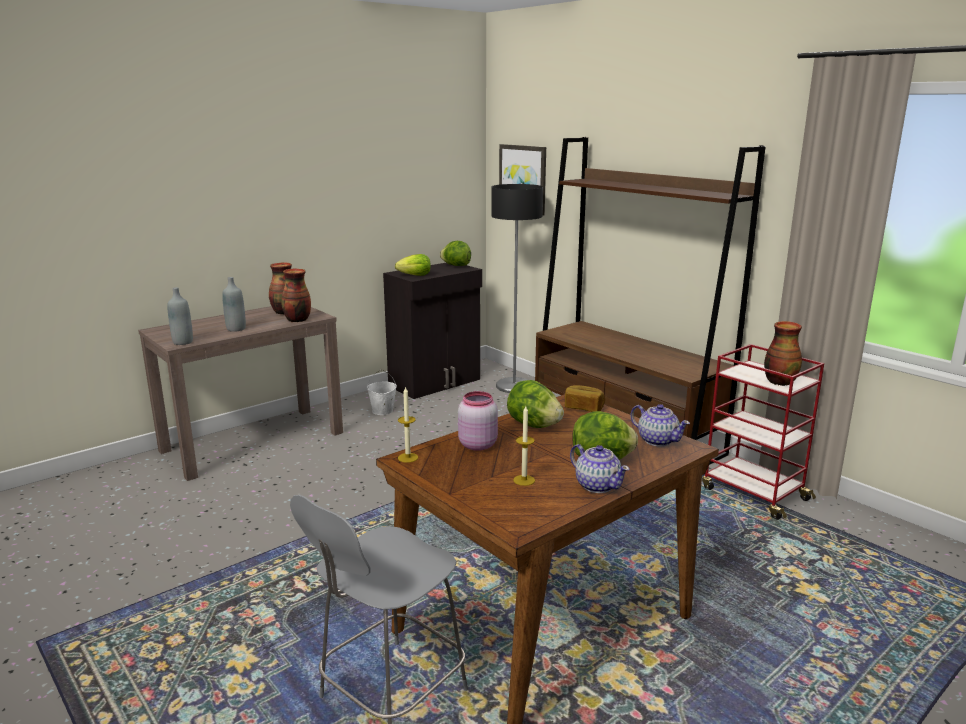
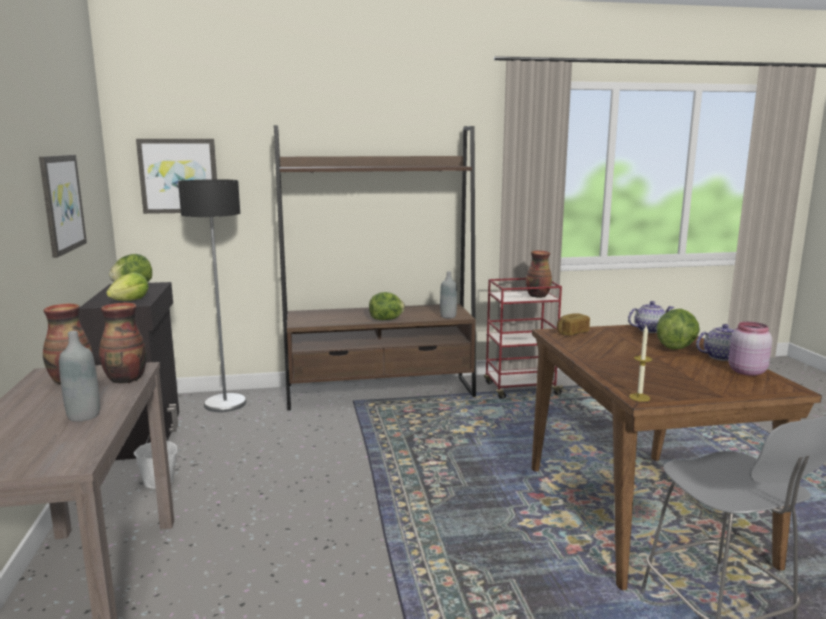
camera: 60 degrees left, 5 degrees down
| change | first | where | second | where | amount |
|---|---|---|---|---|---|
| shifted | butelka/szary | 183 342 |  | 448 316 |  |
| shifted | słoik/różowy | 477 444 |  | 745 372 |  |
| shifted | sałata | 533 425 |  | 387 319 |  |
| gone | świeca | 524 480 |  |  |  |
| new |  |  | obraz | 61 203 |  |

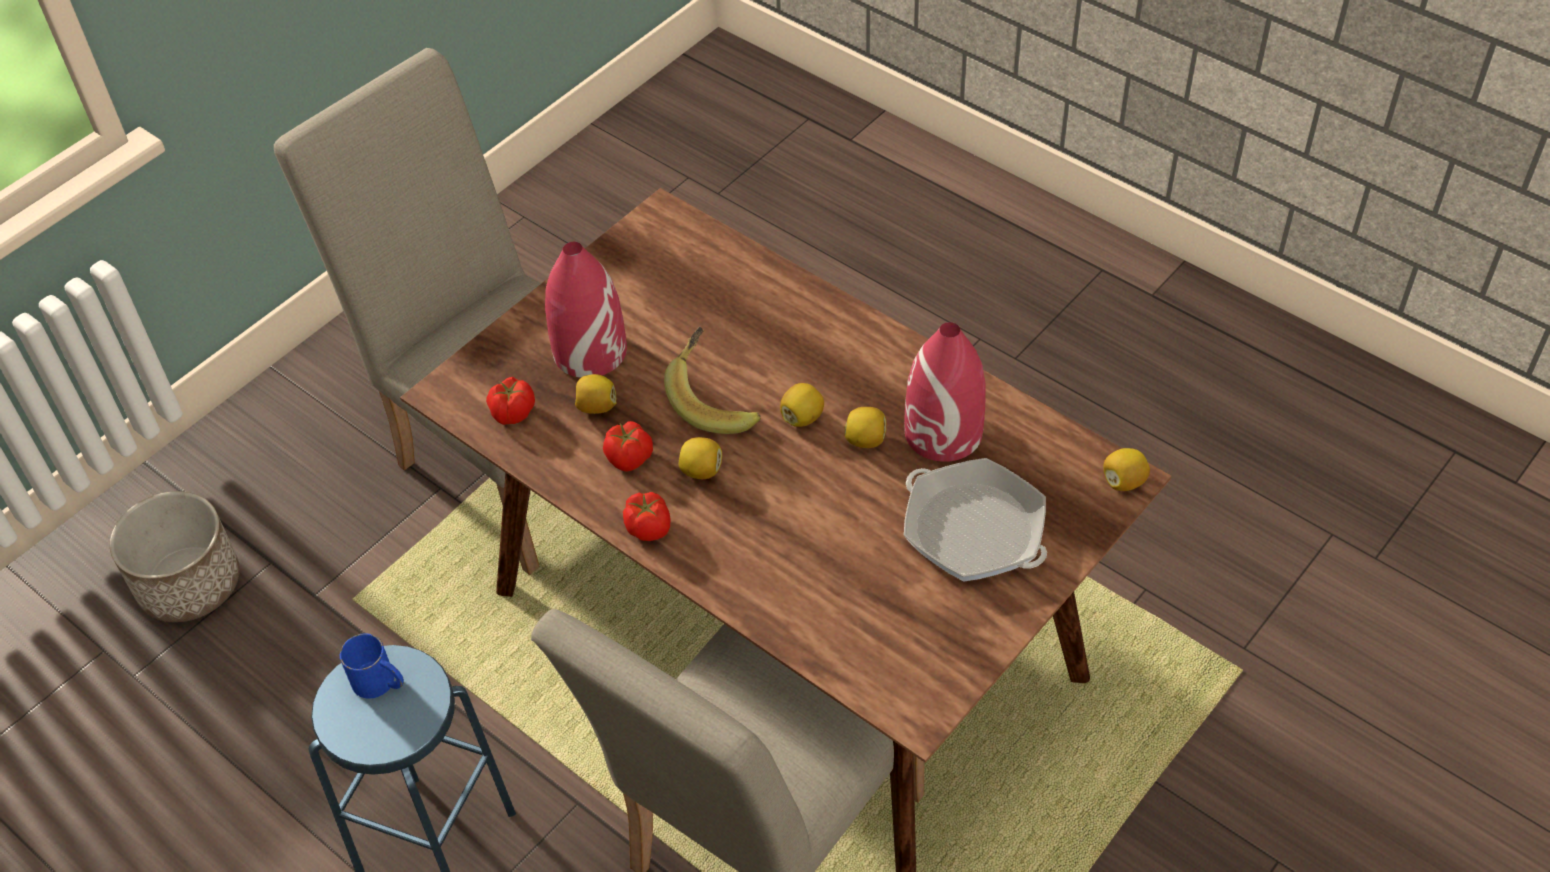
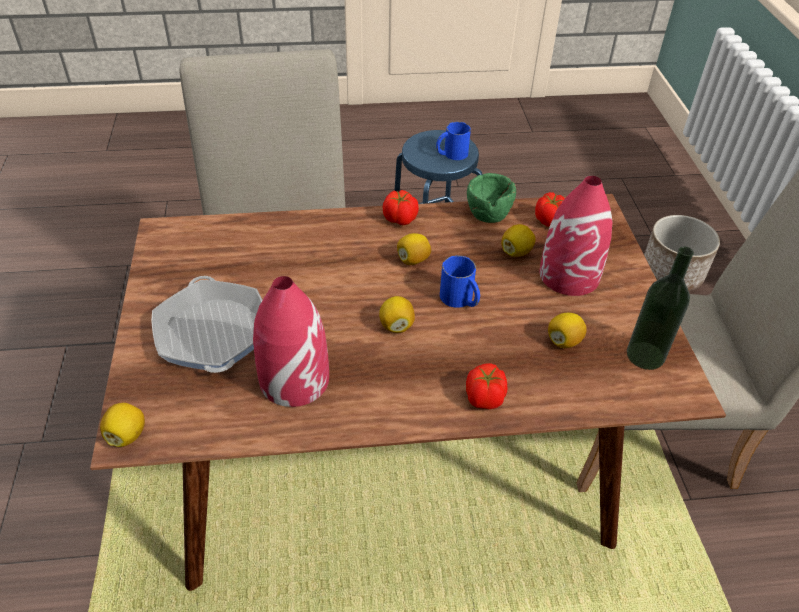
camera: 130 degrees right, 5 degrees down
| change | first | where | second | where | amount |
|---|---|---|---|---|---|
| shifted | pomidor | 630 458 |  | 484 398 |  |
| swapped | banan | 715 399 | kubek/niebieski | 460 300 |  |
| shifted | cytryna | 866 440 |  | 563 341 |  |
| rotated | patelnia | 973 530 |  | 212 333 | 75 degrees clockwise |
| new |  |  | miska/zielony | 488 213 |  |
| new |  |  | butelka | 645 355 |  |

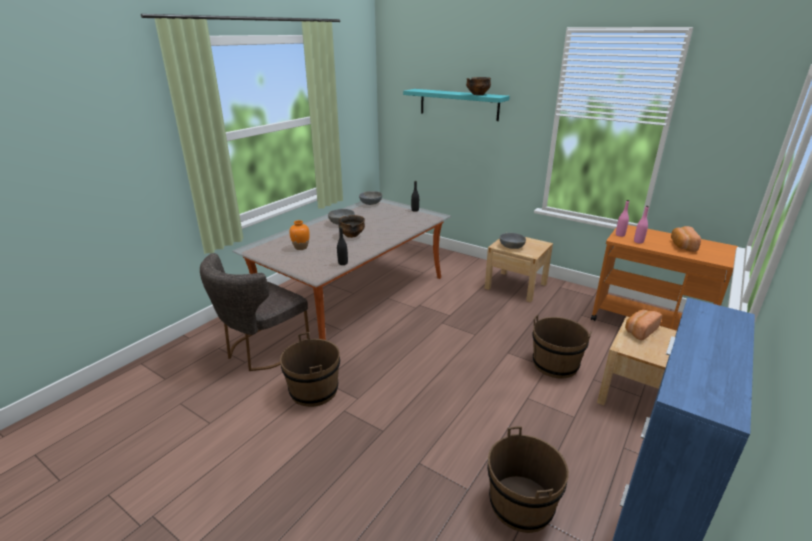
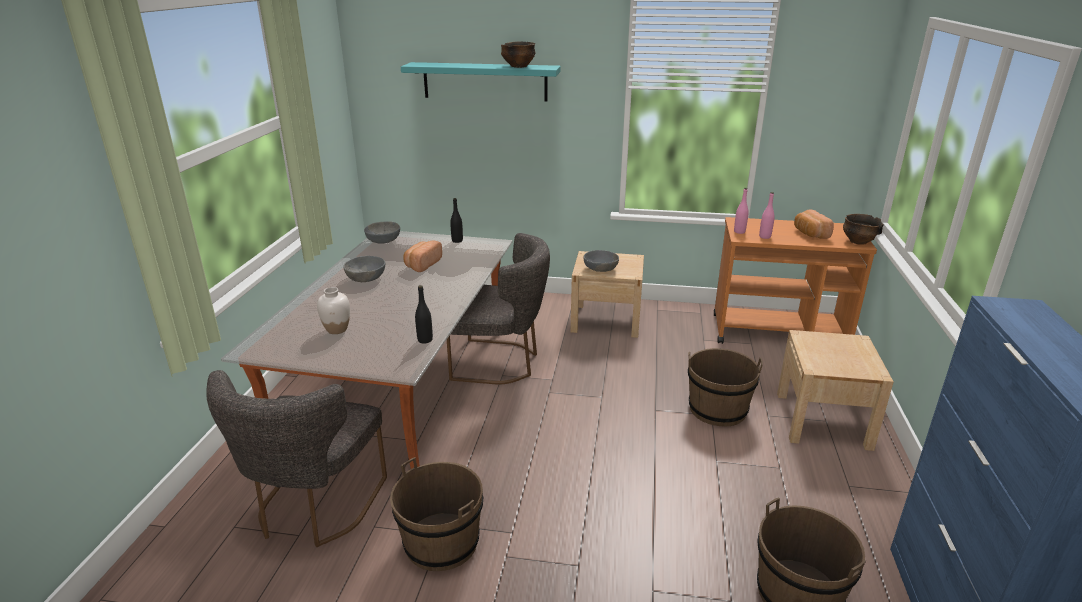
camera: 25 degrees left, 0 degrees up
| change | first | where | second | where | amount |
|---|---|---|---|---|---|
| repainted | wazon/pomarańczowy | 301 247 | wazon/biały | 337 329 |  |
| shifted | miska | 352 235 |  | 859 241 |  |
| shifted | chleb | 639 331 |  | 422 265 |  |
| new |  |  | krzesło/szary | 500 362 |  |

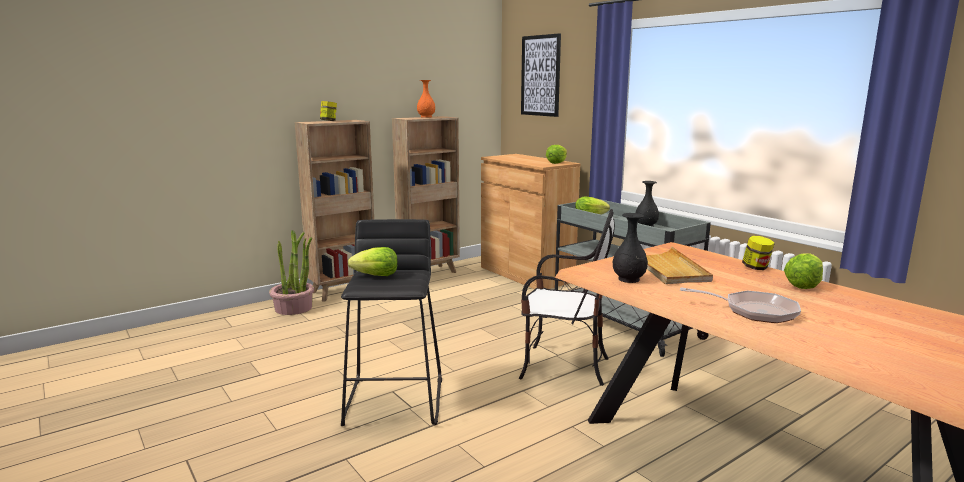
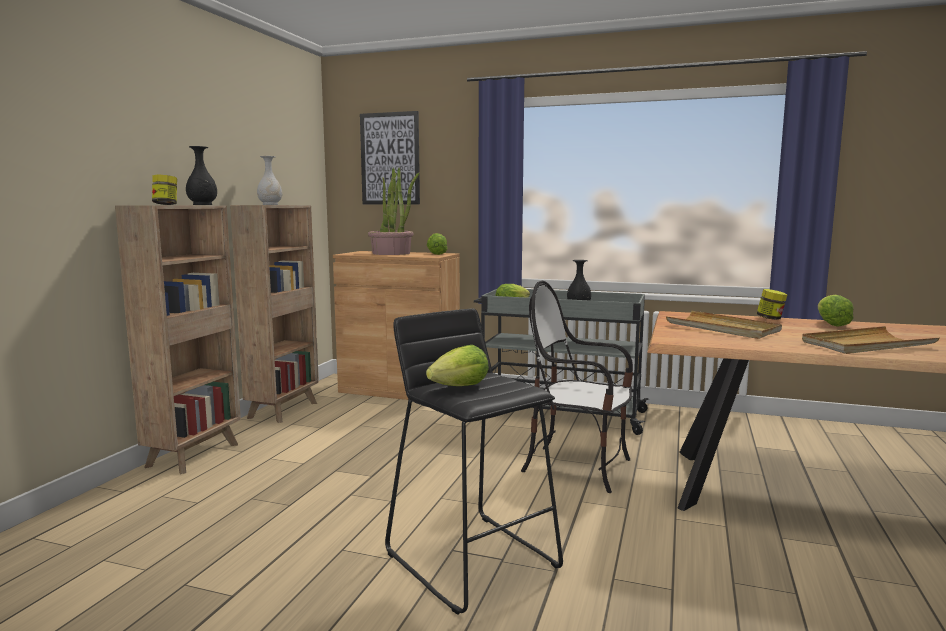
camera: 35 degrees left, 5 degrees down
| change | first | where | second | where | amount |
|---|---|---|---|---|---|
| shifted | roślina doniczkowa | 294 308 |  | 392 253 |  |
| repainted | wazon/pomarańczowy | 426 117 | wazon/biały | 270 204 |  |
| rotated | krzesło | 563 367 |  | 578 467 | 135 degrees counterclockwise |
| shifted | wazon/czarny | 628 279 |  | 202 205 |  |
| swapped | patelnia | 753 311 | taca/beżowy | 866 345 |  |

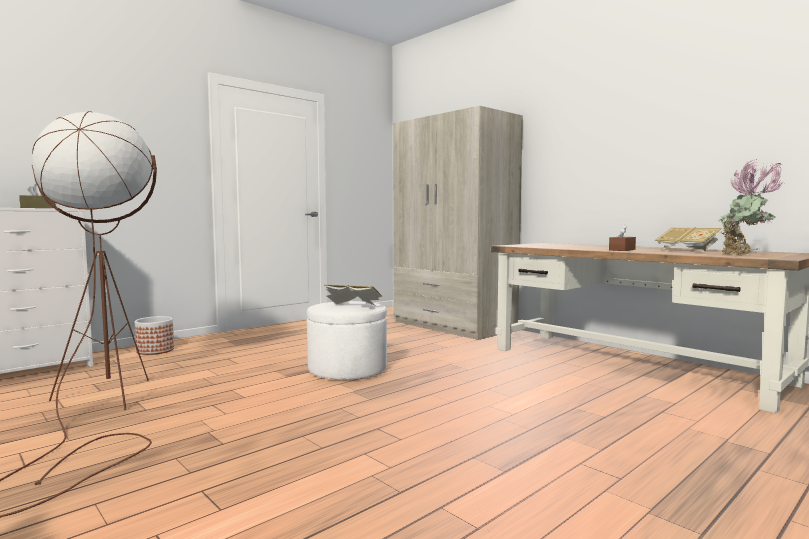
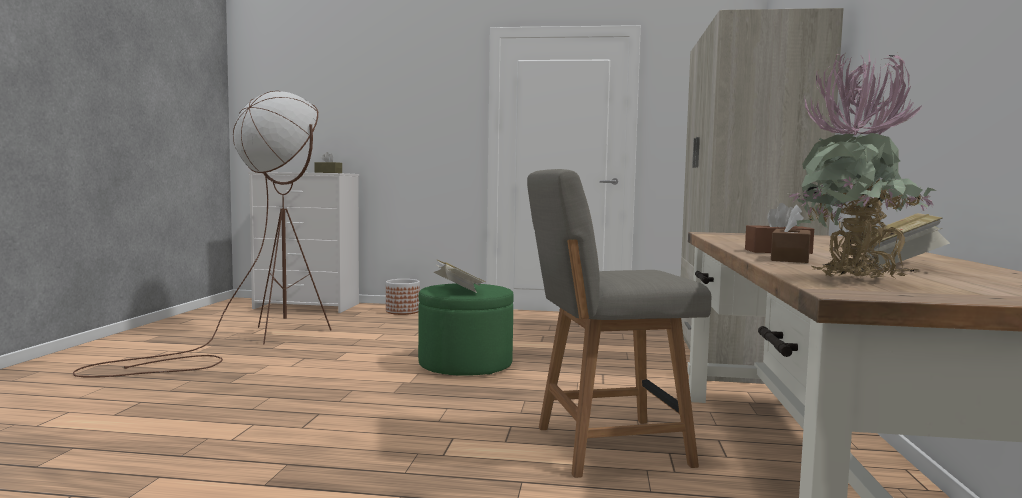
camera: 50 degrees right, 0 degrees up
| change | first | where | second | where | amount |
|---|---|---|---|---|---|
| repainted | pufa/biały | 347 369 | pufa/zielony | 465 365 |  |
| new |  |  | krzesło/szary | 606 446 |  |
| new |  |  | pudełko chusteczek/brązowy | 790 258 |  |

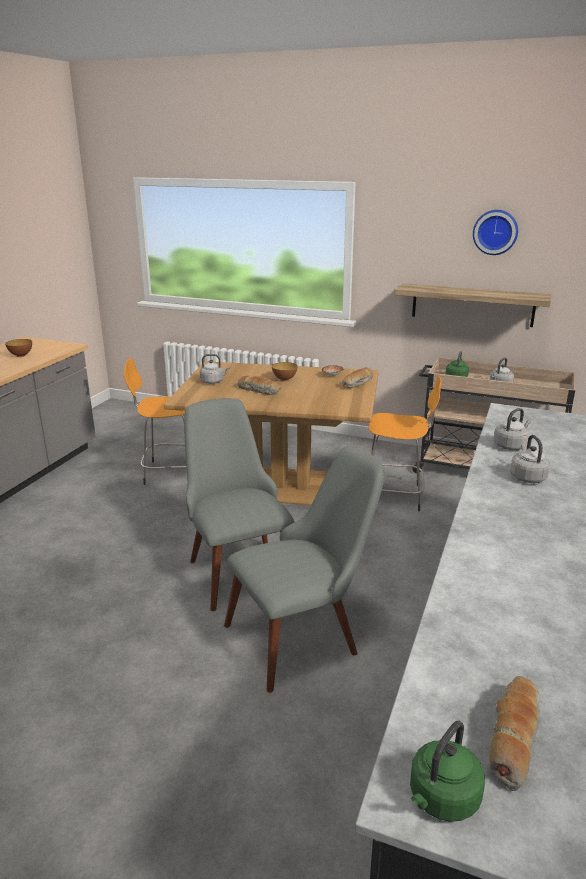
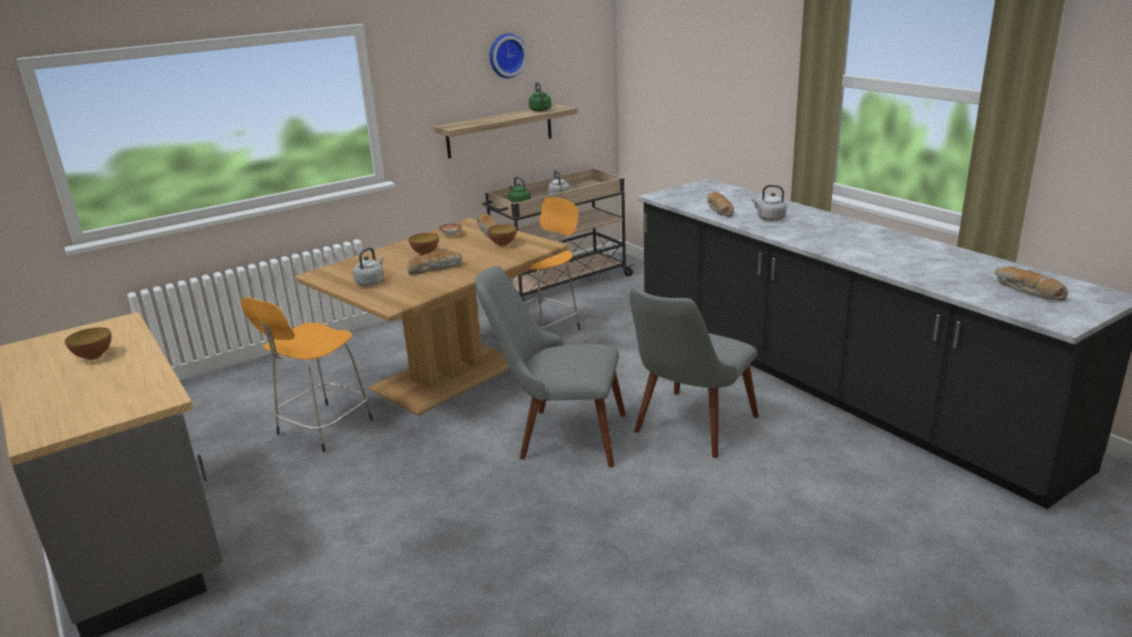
camera: 55 degrees left, 0 degrees up
| change | first | where | second | where | amount |
|---|---|---|---|---|---|
| rotated | krzesło/szary | 305 633 |  | 688 430 | 150 degrees counterclockwise |
| shifted | czajnik/zielony | 442 799 |  | 540 110 |  |
| swapped | czajnik/szary | 511 445 | chleb | 719 210 |  |
| new |  |  | miska | 503 244 |  |

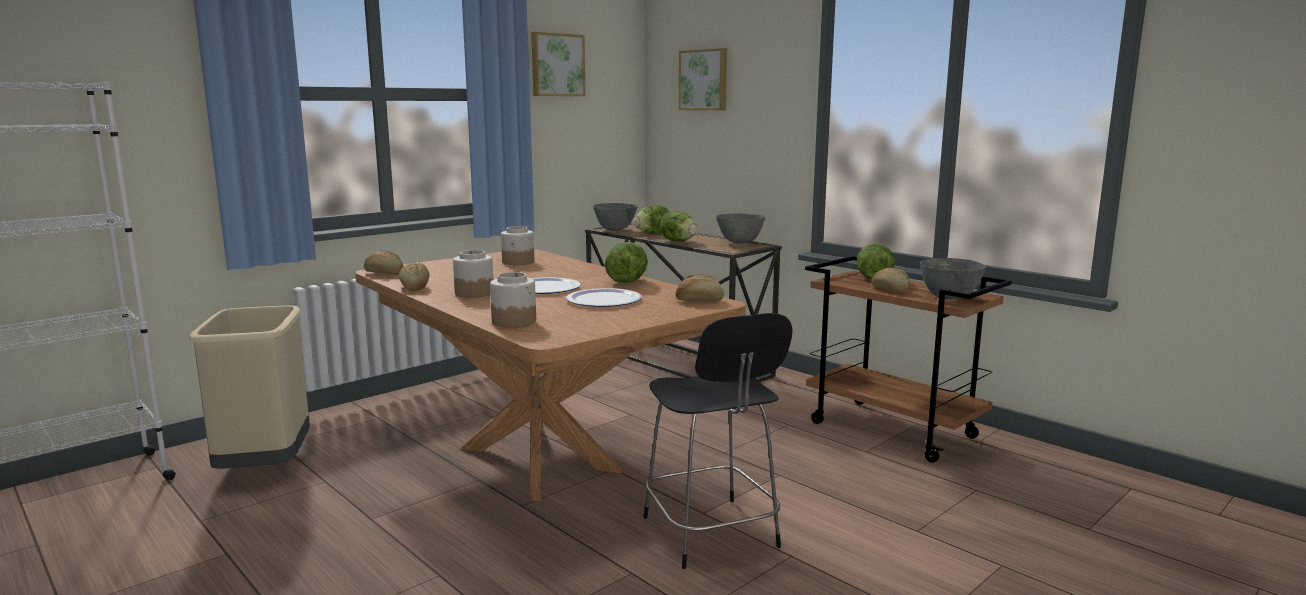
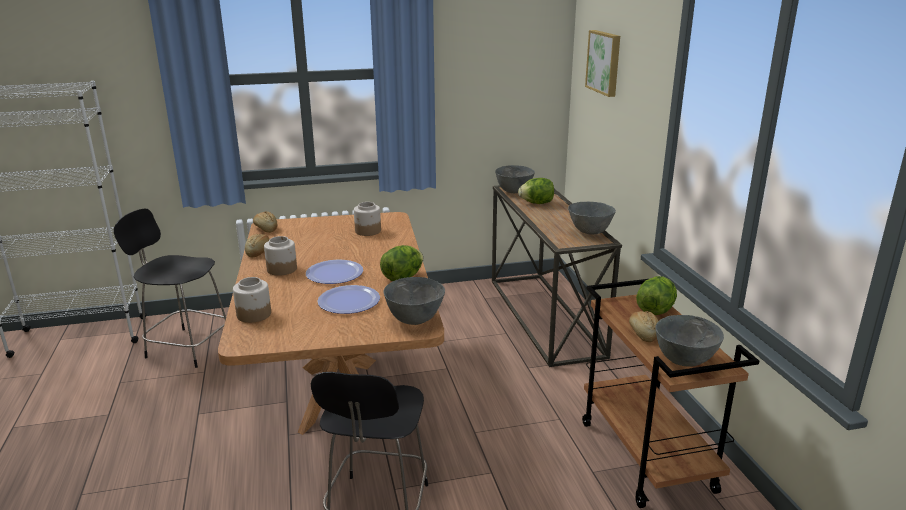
camera: 30 degrees right, 10 degrees up
| change | first | where | second | where | amount |
|---|---|---|---|---|---|
| swapped | kosz na śmieci/beżowy | 265 466 | krzesło/czarny | 187 347 |  |
| gone | obraz | 556 65 |  |  |  |
| gone | sałata | 678 241 |  |  |  |
| swapped | chleb | 699 300 | miska/szary | 414 320 |  |

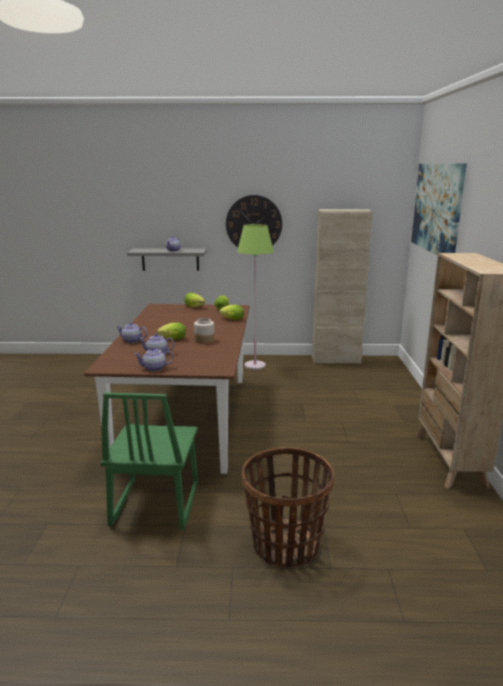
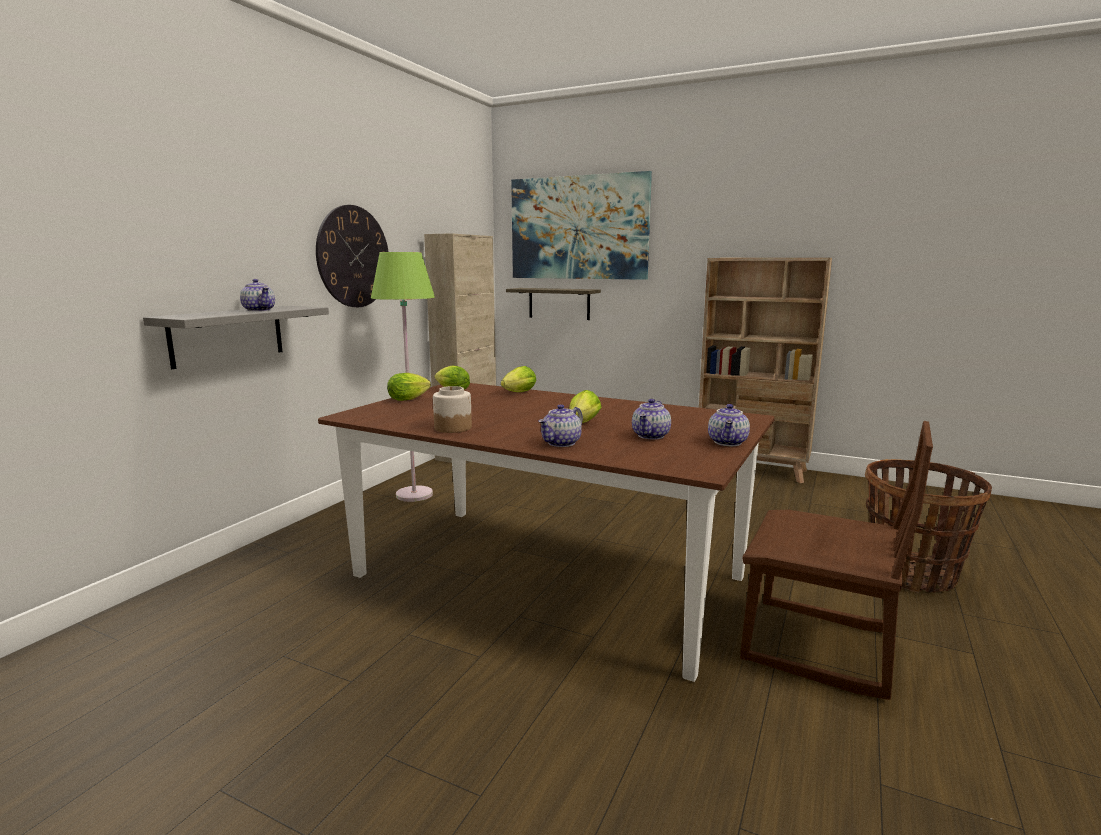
camera: 65 degrees left, 5 degrees down
| change | first | where | second | where | amount |
|---|---|---|---|---|---|
| repainted | krzesło/zielony | 154 504 | krzesło/brązowy | 818 648 |  |
| shifted | słoik | 204 340 |  | 453 428 |  |
| new |  |  | półka | 559 303 |  |

